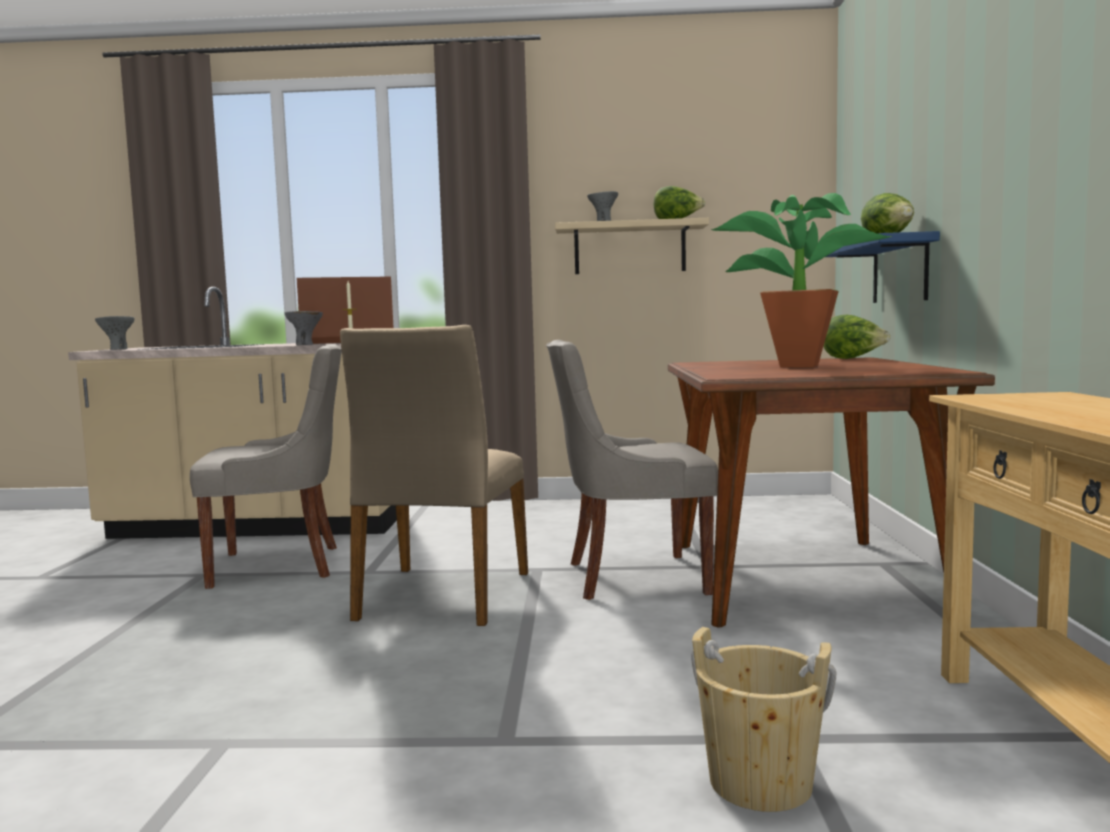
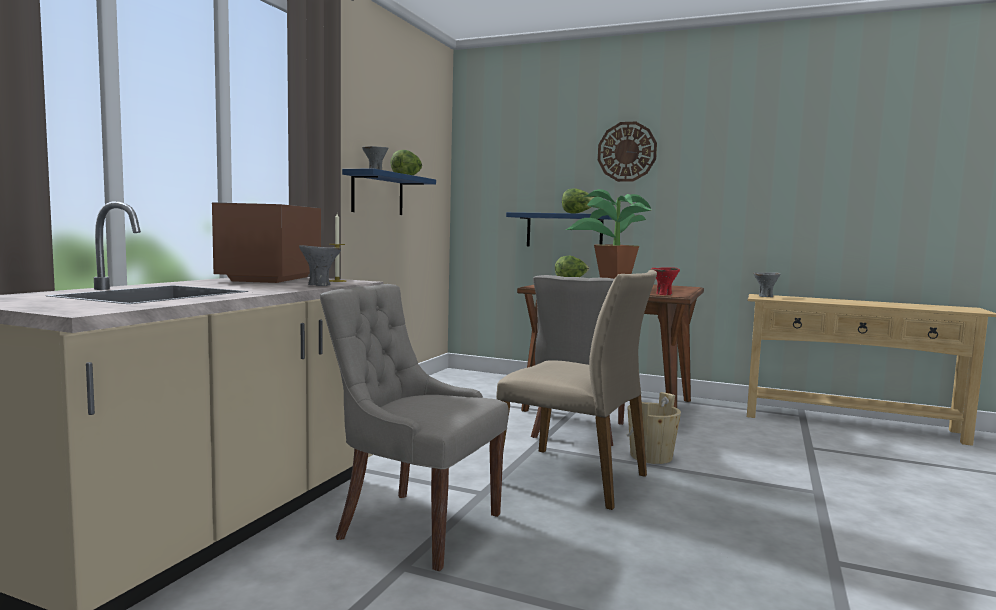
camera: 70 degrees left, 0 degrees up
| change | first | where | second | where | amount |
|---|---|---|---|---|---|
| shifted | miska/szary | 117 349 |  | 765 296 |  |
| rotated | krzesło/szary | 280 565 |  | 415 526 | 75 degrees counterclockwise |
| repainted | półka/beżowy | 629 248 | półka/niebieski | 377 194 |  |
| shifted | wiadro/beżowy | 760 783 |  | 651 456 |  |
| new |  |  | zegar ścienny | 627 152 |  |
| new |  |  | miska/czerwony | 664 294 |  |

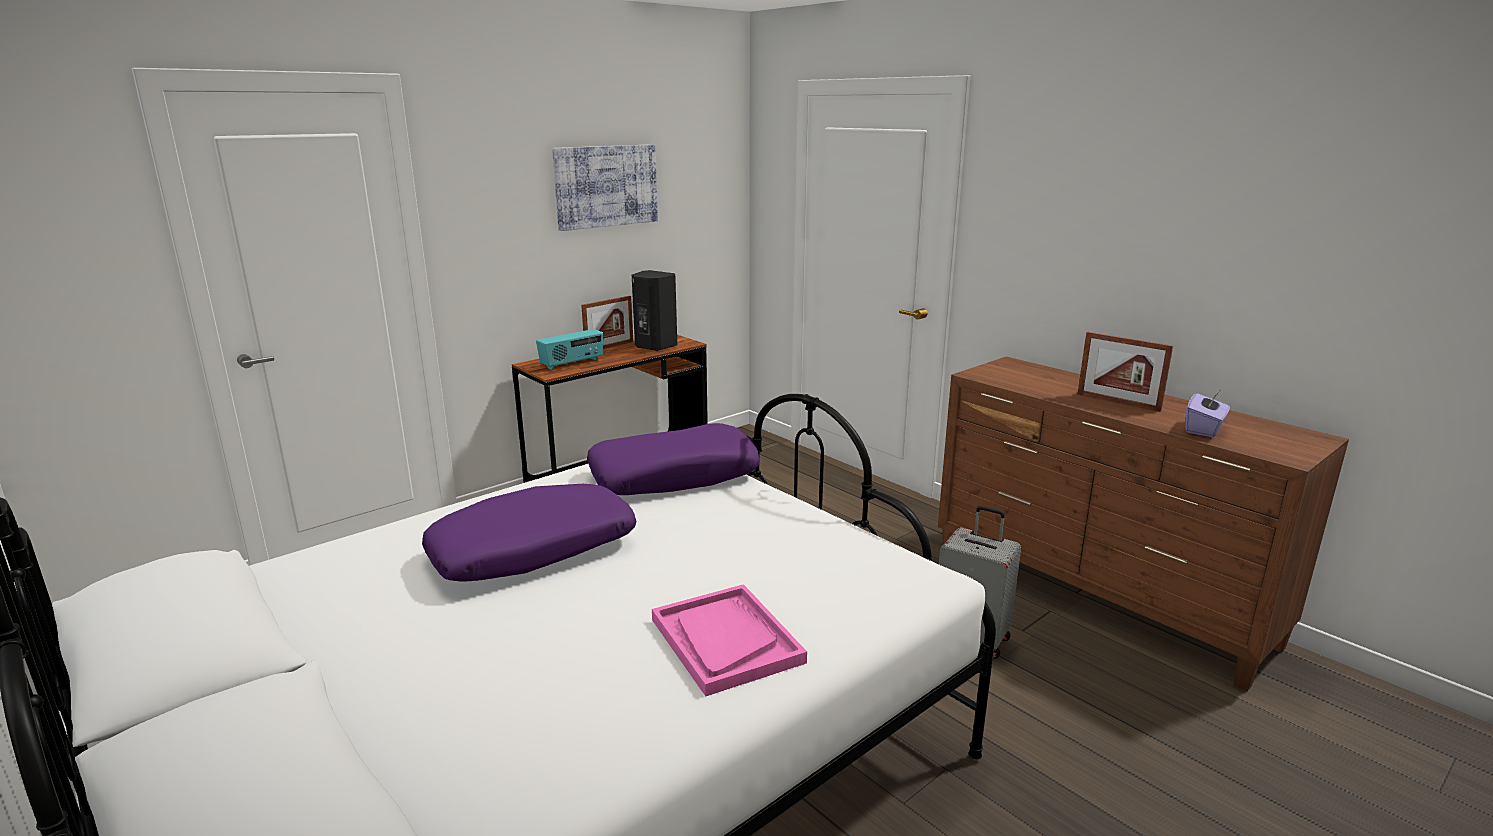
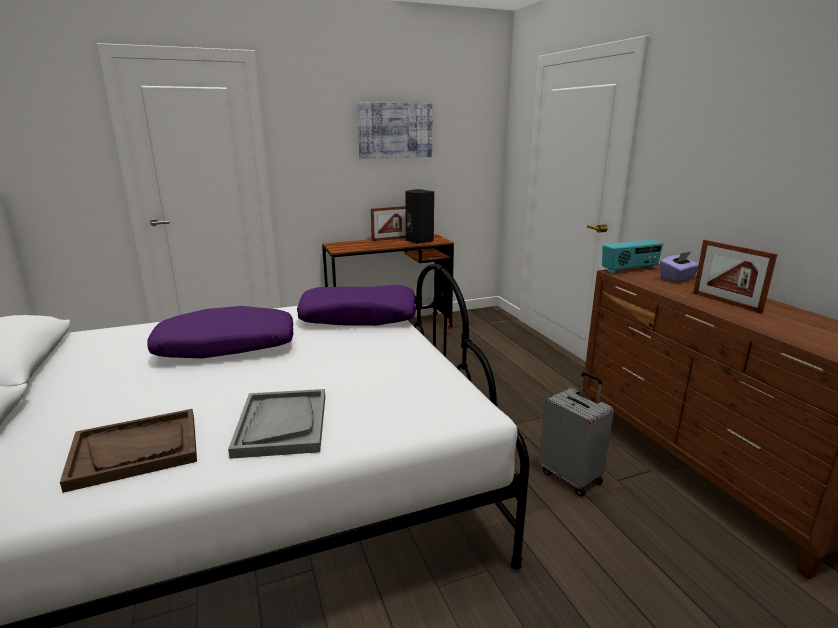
camera: 20 degrees right, 0 degrees up
| change | first | where | second | where | amount |
|---|---|---|---|---|---|
| shifted | radio | 572 364 |  | 629 270 |  |
| repainted | taca/różowy | 725 640 | taca/szary | 282 424 |  |
| shifted | pudełko chusteczek/fioletowy | 1204 429 |  | 677 279 |  |
| new |  |  | taca/brązowy | 136 450 |  |

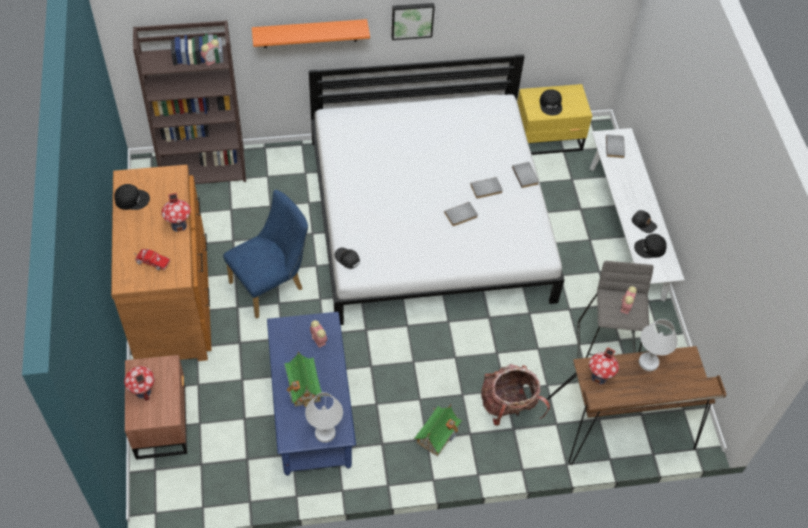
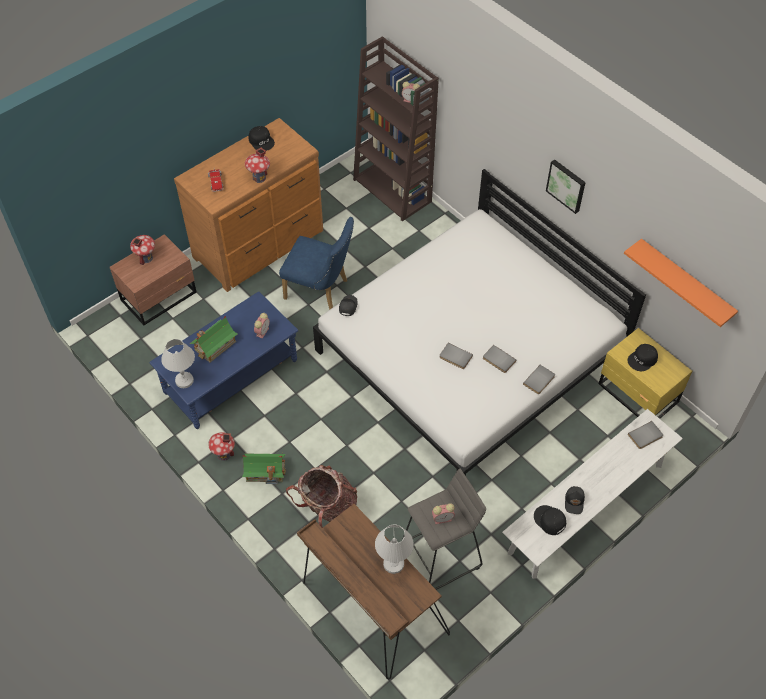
camera: 60 degrees right, 0 degrees up
| change | first | where | second | where | amount |
|---|---|---|---|---|---|
| shifted | półka/pomarańczowy | 310 33 |  | 685 283 |  |
| shifted | domek | 599 377 |  | 224 454 |  |

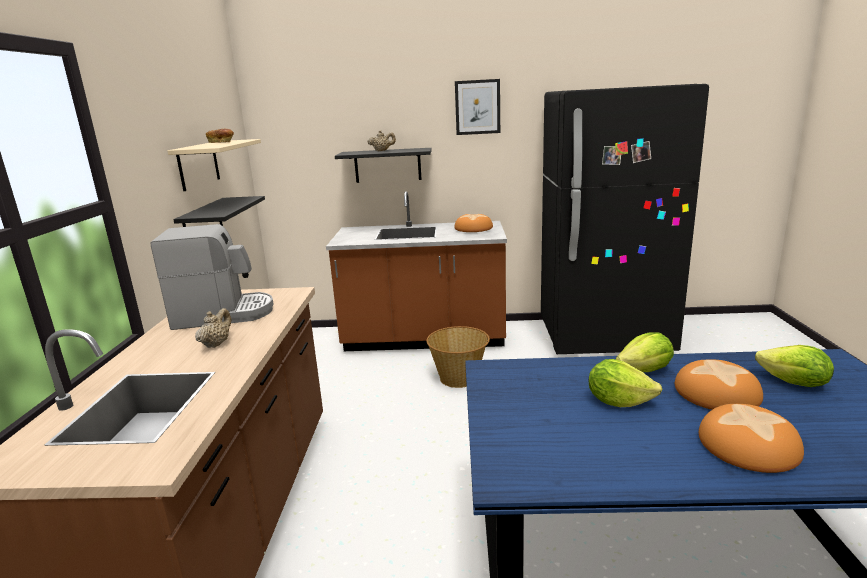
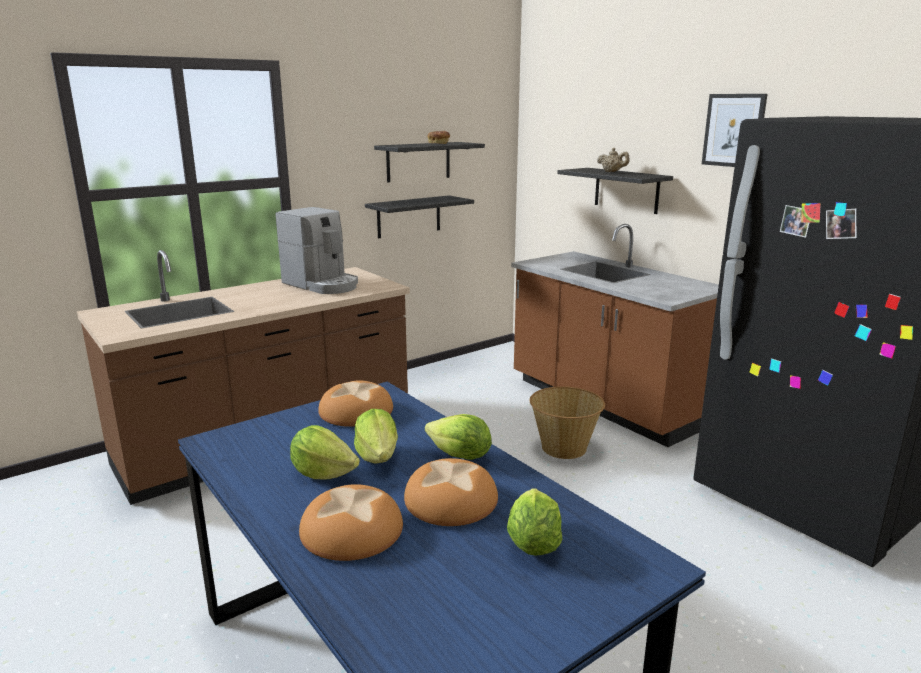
camera: 50 degrees right, 0 degrees up
| change | first | where | second | where | amount |
|---|---|---|---|---|---|
| repainted | półka/beżowy | 198 165 | półka/czarny | 418 161 |  |
| gone | imbryk/beżowy | 216 344 |  |  |  |
| shifted | chleb | 473 228 |  | 355 411 |  |
| new |  |  | sałata | 323 473 |  |

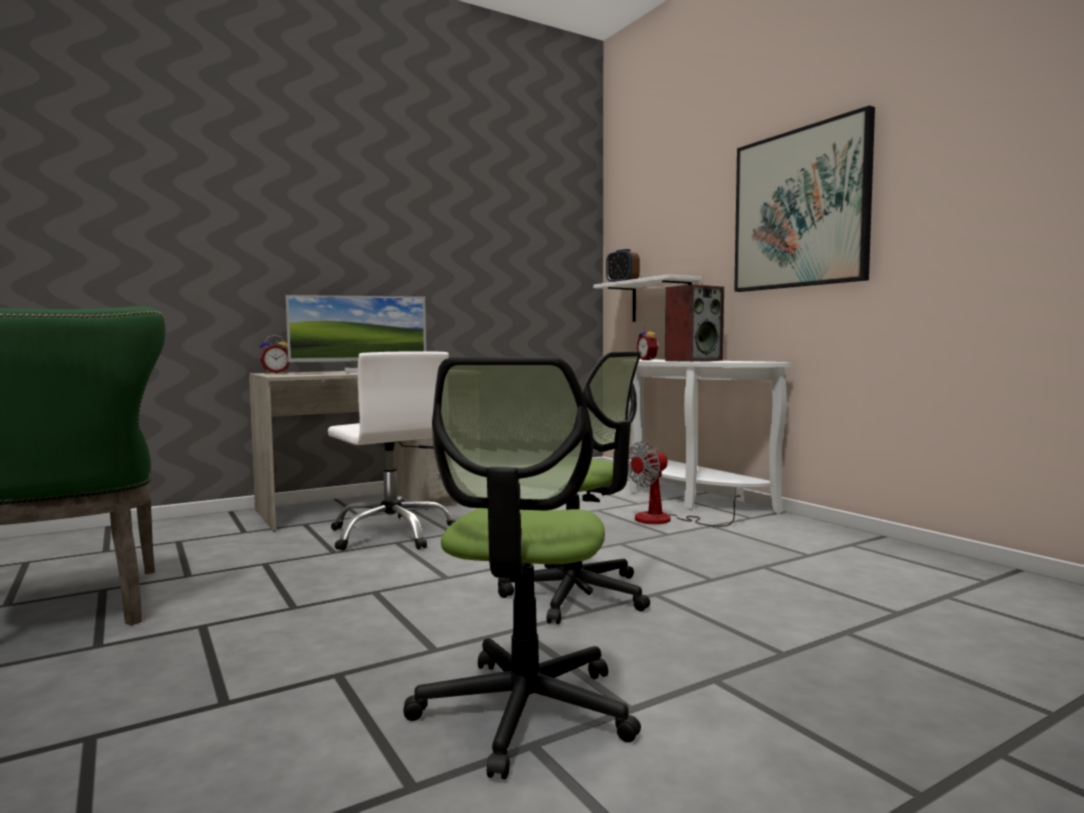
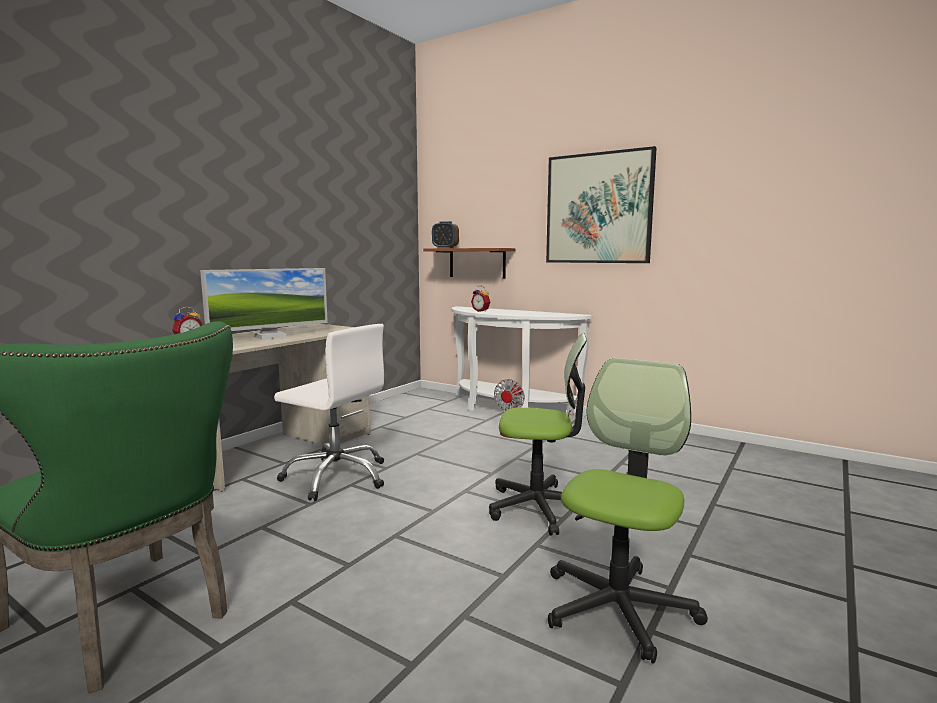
camera: 25 degrees left, 5 degrees up
| change | first | where | second | where | amount |
|---|---|---|---|---|---|
| rotated | krzesło biurowe | 524 711 |  | 618 608 | 135 degrees counterclockwise |
| repainted | półka/biały | 660 301 | półka/brązowy | 477 263 |  |
| gone | głośnik | 693 360 |  |  |  |

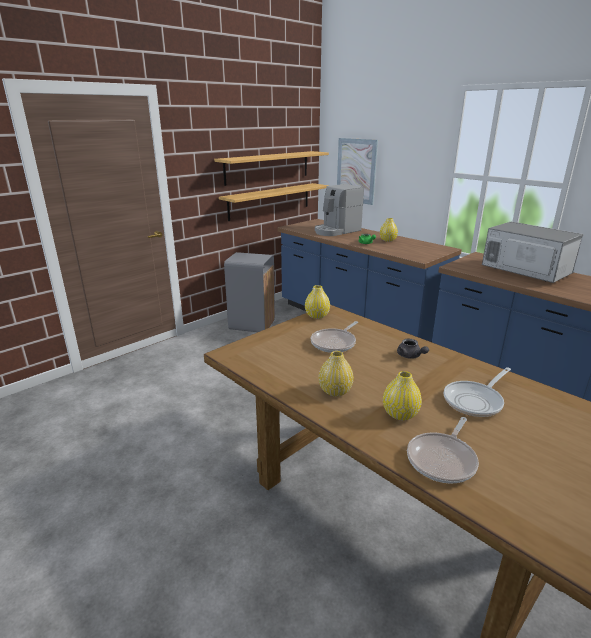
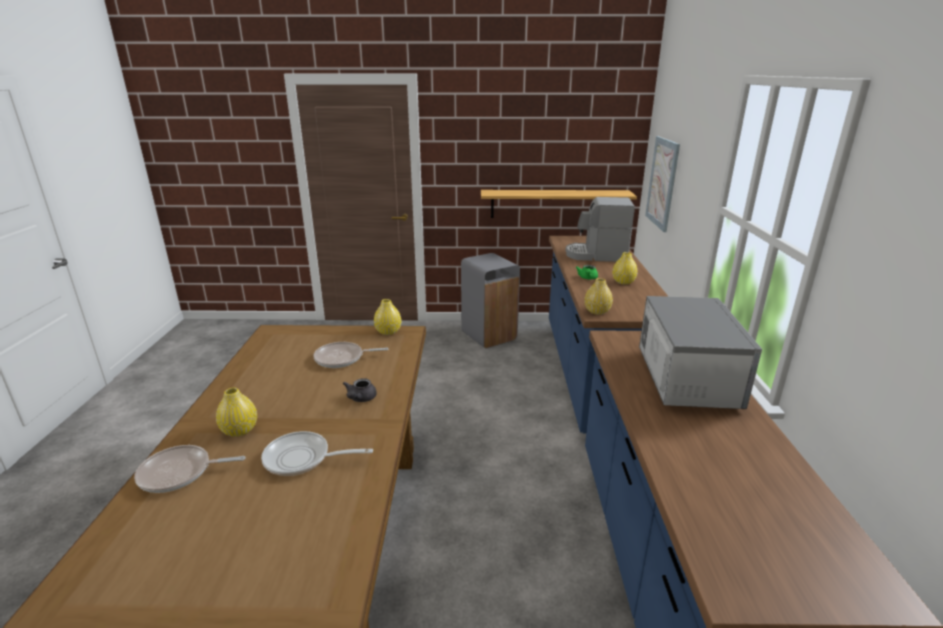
camera: 45 degrees right, 0 degrees up
| change | first | where | second | where | amount |
|---|---|---|---|---|---|
| gone | półka | 267 167 |  |  |  |
| shifted | wazon/żółty | 335 391 |  | 597 311 |  |

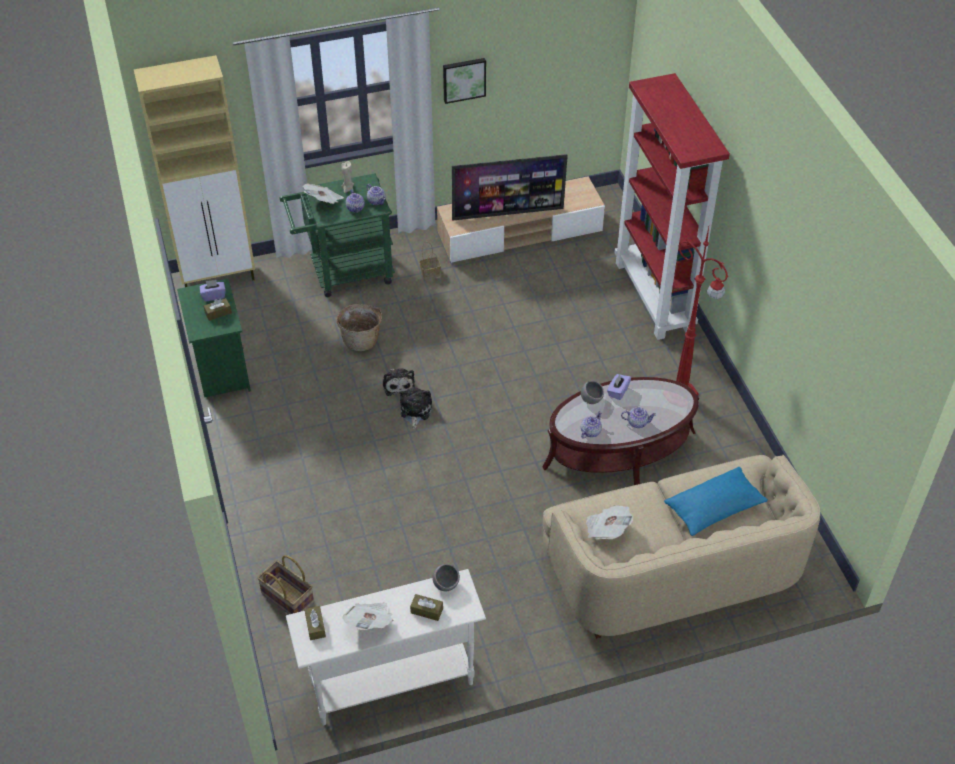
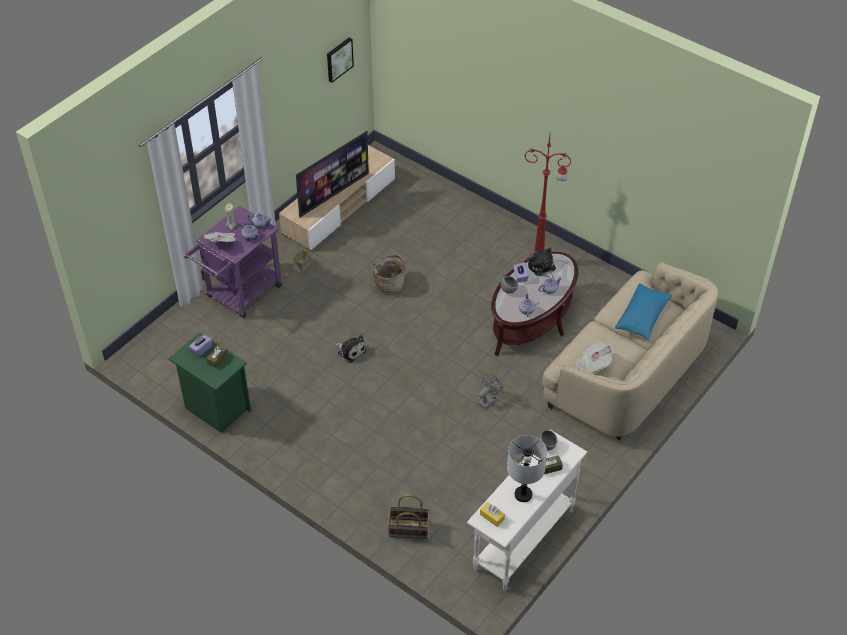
camera: 35 degrees left, 0 degrees up
| change | first | where | second | where | amount |
|---|---|---|---|---|---|
| gone | szafka/beżowy | 219 277 |  |  |  |
| repainted | wózek/zielony | 344 273 | wózek/fioletowy | 239 294 |  |
| repainted | pudełko chusteczek/brązowy | 315 626 | pudełko chusteczek/żółty | 492 517 |  |
| shifted | koszyk | 361 339 |  | 389 284 |  |
| swapped | gazeta | 370 622 | lampa stołowa/szary | 523 494 |  |
| shifted | pluszak | 415 411 |  | 542 268 |  |
| shifted | obraz | 464 79 |  | 338 59 |  |
| gone | regał/czerwony | 655 297 |  |  |  |
| new |  |  | wentylator/szary | 489 400 |  |

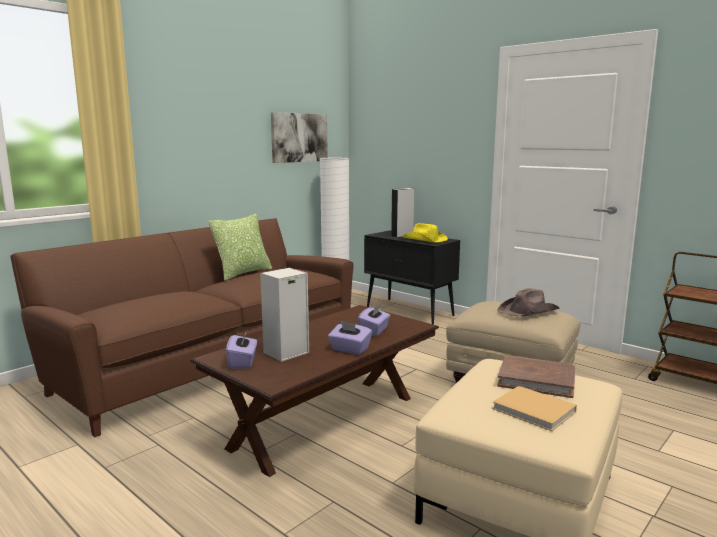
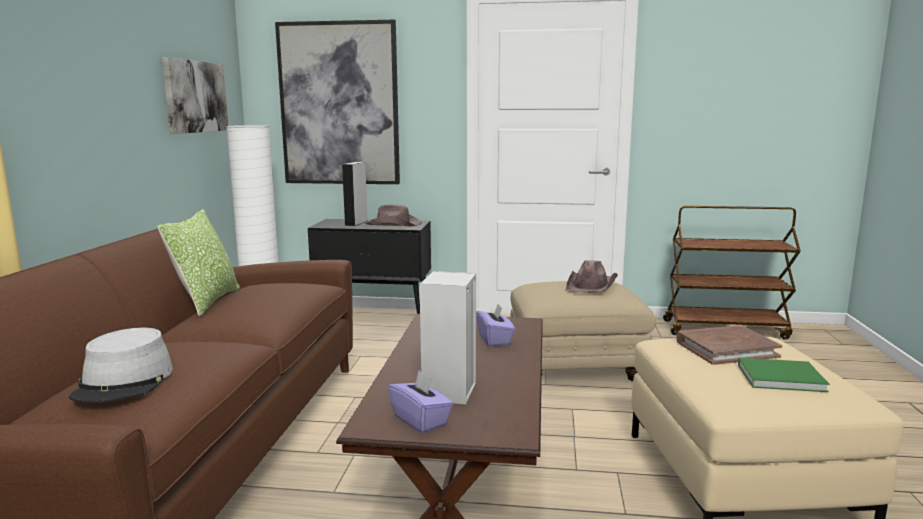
camera: 35 degrees left, 0 degrees up
| change | first | where | second | where | amount |
|---|---|---|---|---|---|
| gone | pudełko chusteczek/fioletowy | 349 349 |  |  |  |
| repainted | kapelusz/żółty | 424 240 | kapelusz/brązowy | 393 225 |  |
| repainted | książka/beżowy | 536 411 | książka/zielony | 783 378 |  |
| new |  |  | kapelusz/szary | 125 382 |  |
| new |  |  | obraz | 339 104 |  |

